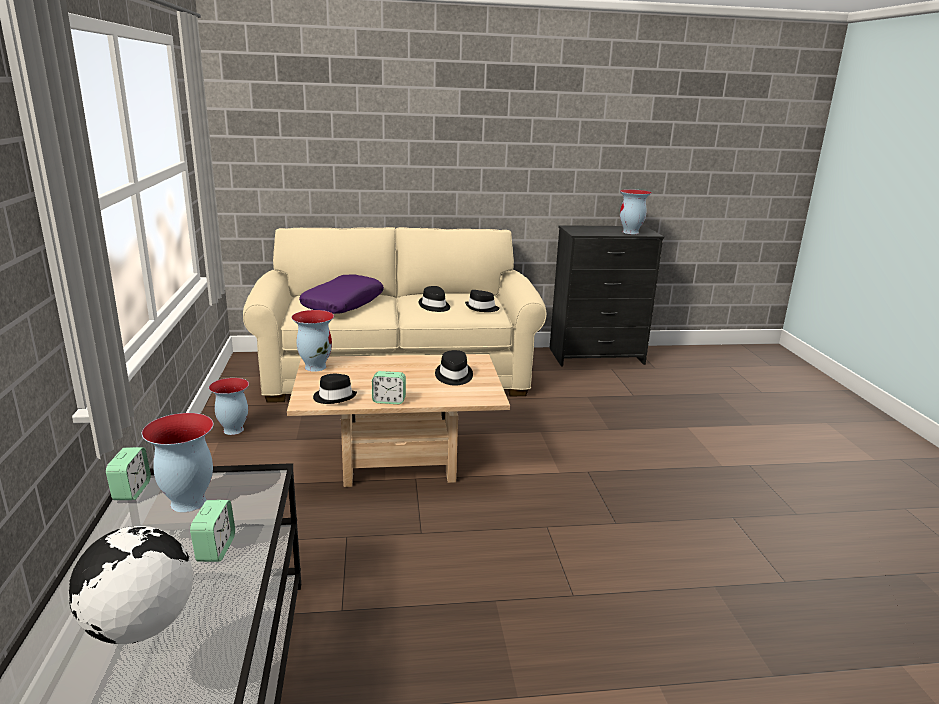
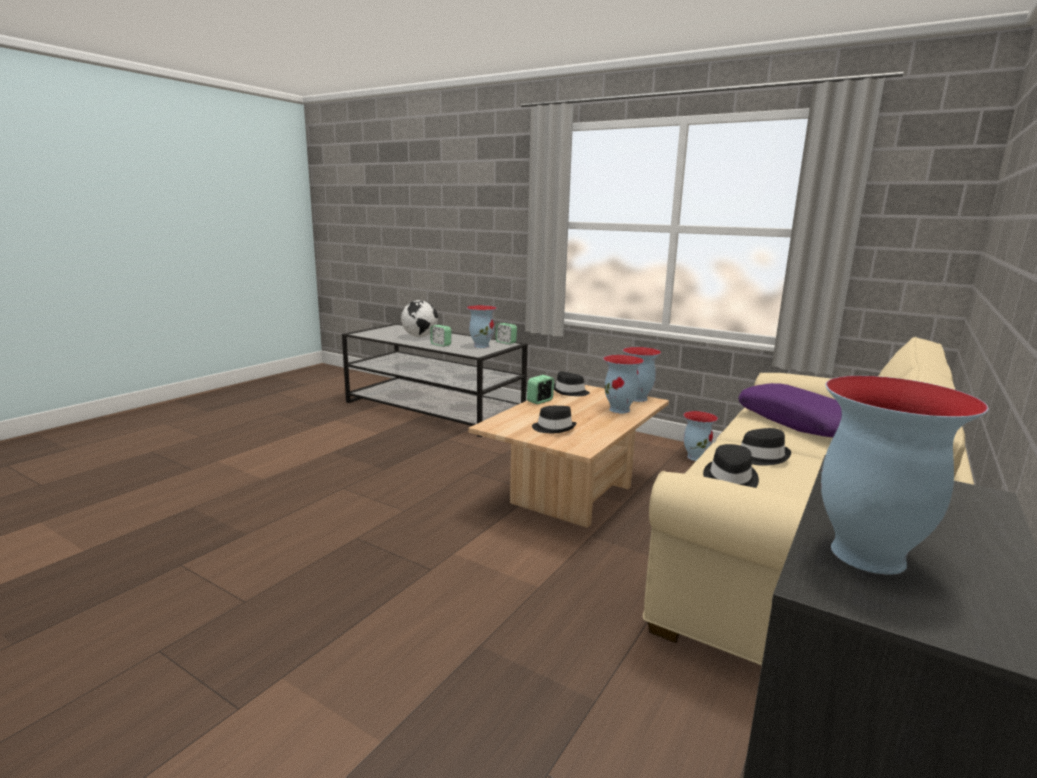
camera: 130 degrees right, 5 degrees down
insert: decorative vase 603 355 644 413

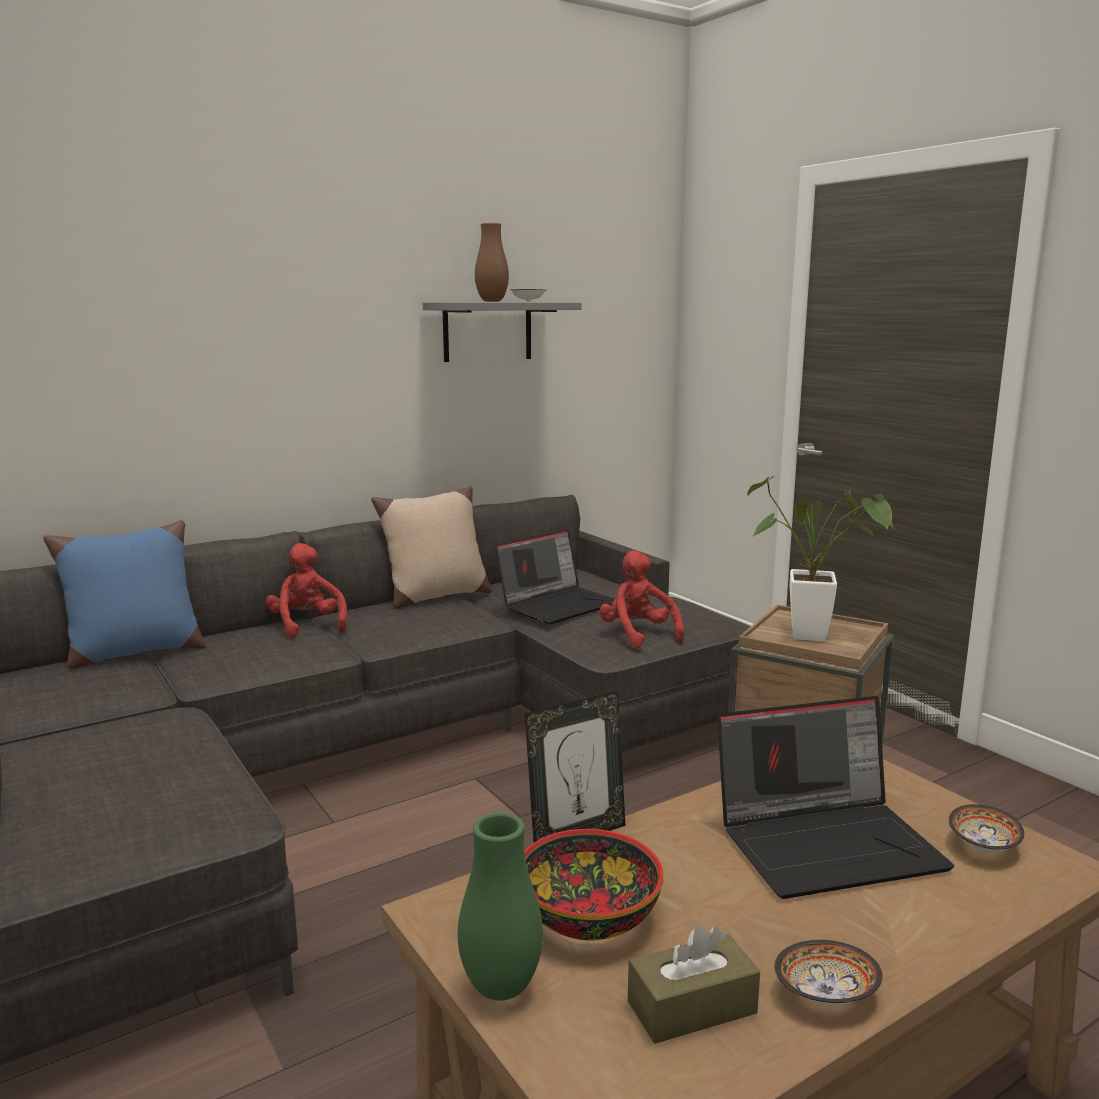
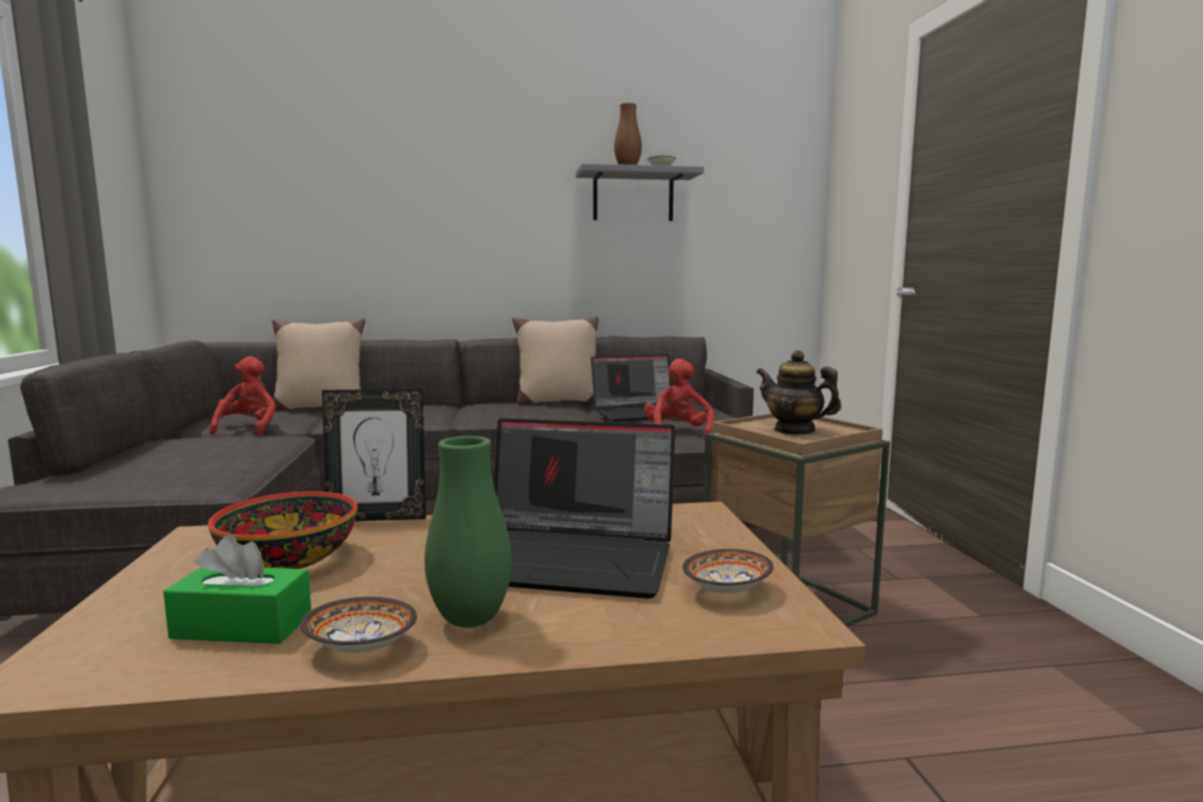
camera: 25 degrees right, 5 degrees down
move: reddish plush toy 266 543 347 638 to 209 356 276 436; green-coloured decorative vase 458 812 543 1001 to 425 436 512 628
replace: plant in a pot 747 476 894 641 to pot for tea 756 350 841 435
recolor: blue pillow 43 520 206 669 to beige-coloured pillow 272 318 365 411; brownish tissue holder 628 925 760 1044 to green-coloured tissue holder 163 534 311 644

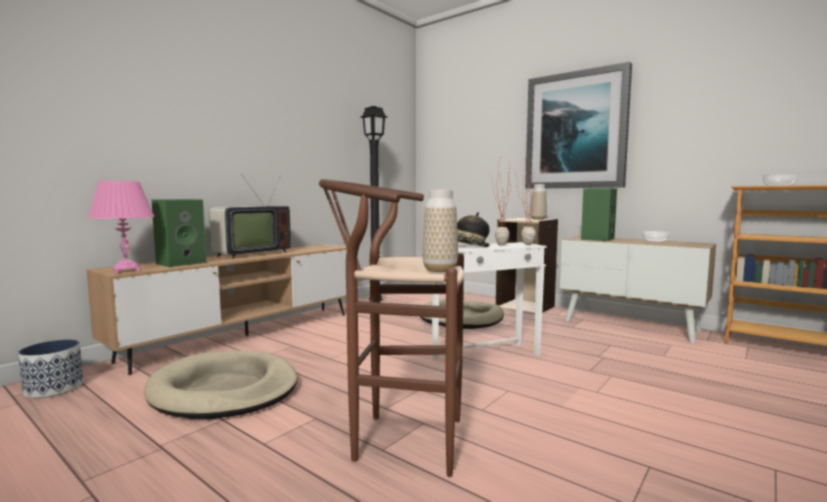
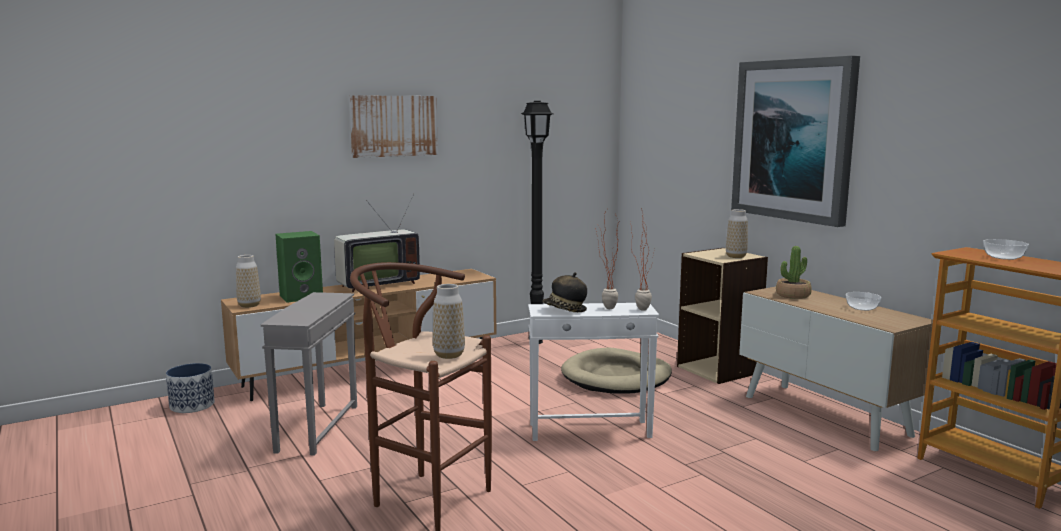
camera: 20 degrees right, 5 degrees up
insert: wall art 349 95 438 158
replace: pink table lamp 88 181 155 273 to decorative vase 236 255 261 308; beige-coloured pet bed 144 351 298 419 to gray side table 261 292 357 456; green-coloured audio speaker 581 188 617 241 to plant in a pot 776 246 812 299

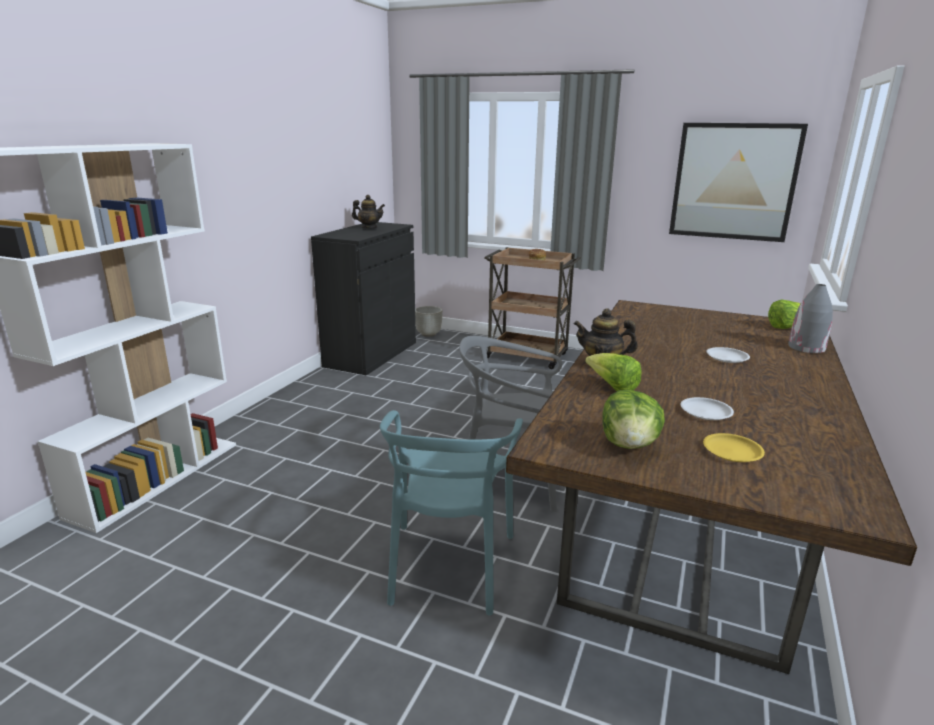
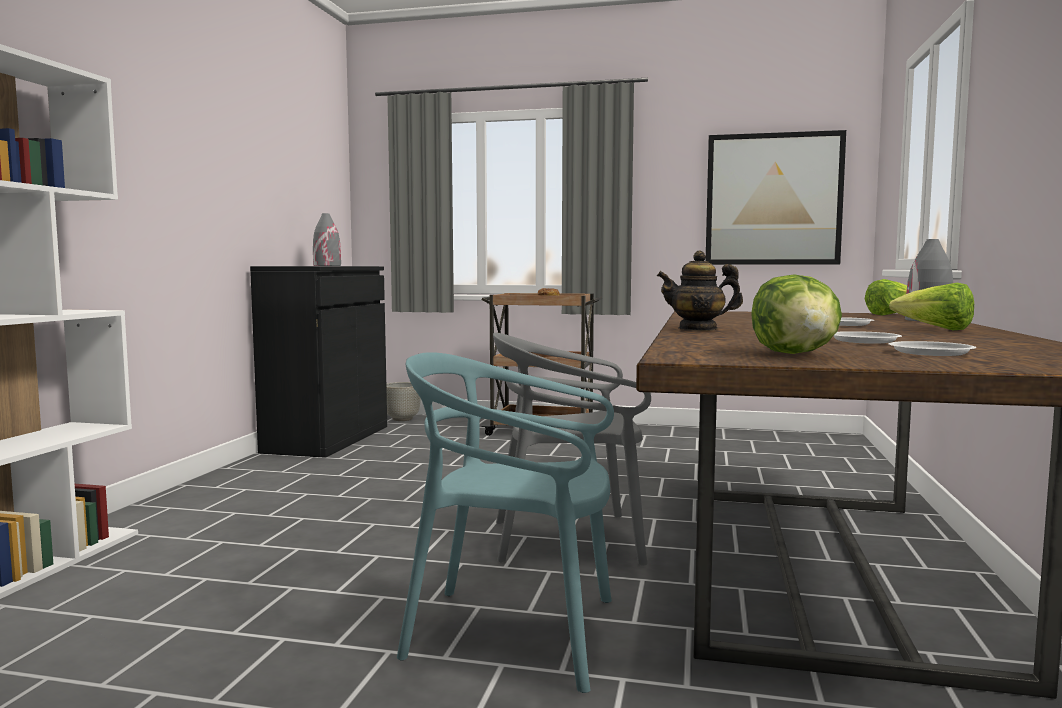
camera: 10 degrees left, 15 degrees down
move: head of lettuce 585 353 641 391 to 889 283 974 330
replace: pot for tea 352 195 385 229 to gray decorative vase 313 213 341 266
recolor: yellow-coloured flat dish 703 433 765 462 to white-coloured flat dish 888 341 977 356
rotate: blue-green upright chair 380 410 523 616 = 397 352 614 693 105 degrees clockwise

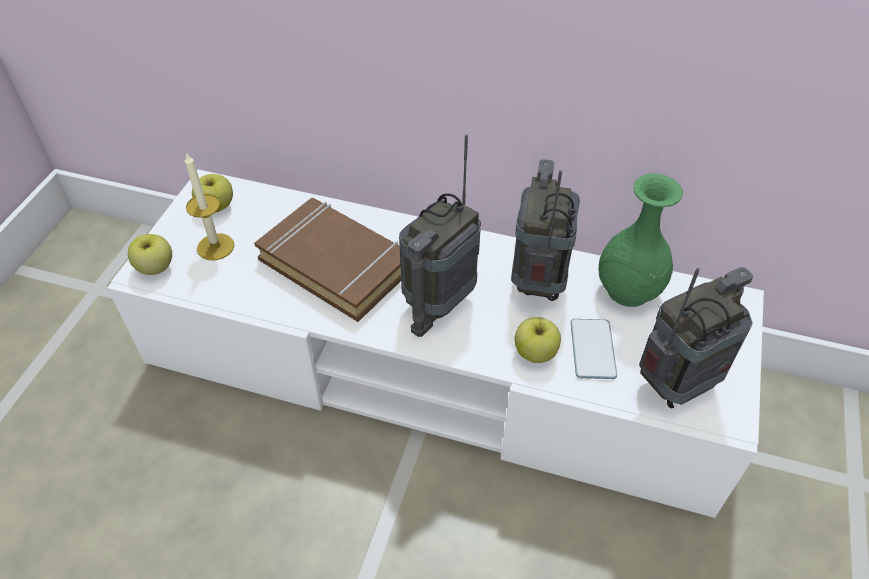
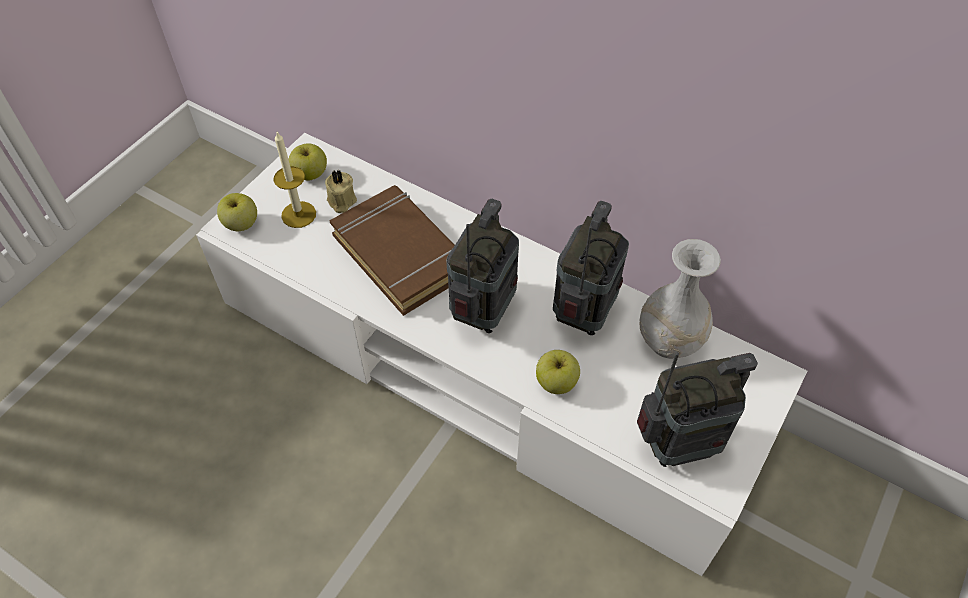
camera: 15 degrees right, 5 degrees up
delete: phone 571 319 617 379
insert: beige-coloured wax candle 325 170 357 213
recolor: green-coloured decorative vase 599 173 683 307 to white-coloured decorative vase 640 239 721 359
rotate: radio set 399 135 481 337 = 446 199 519 333 150 degrees clockwise

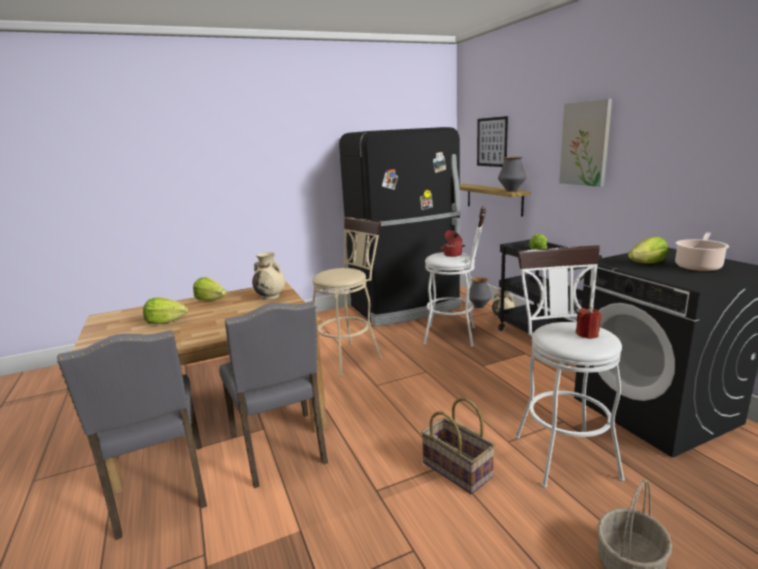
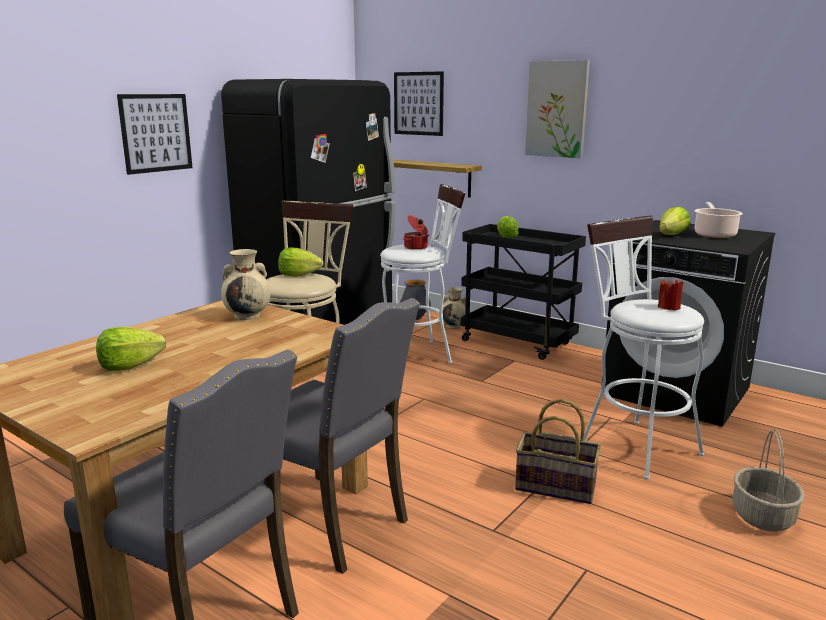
camera: 30 degrees left, 0 degrees up
delete: decorative vase 498 157 527 192
insert: wall art 117 94 193 175
move: head of lettuce 193 277 226 301 to 278 248 323 277

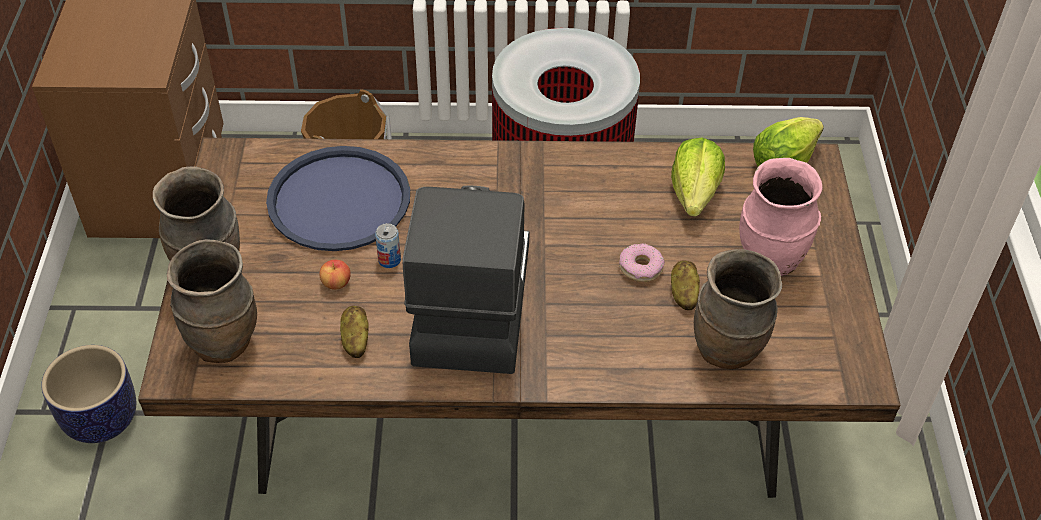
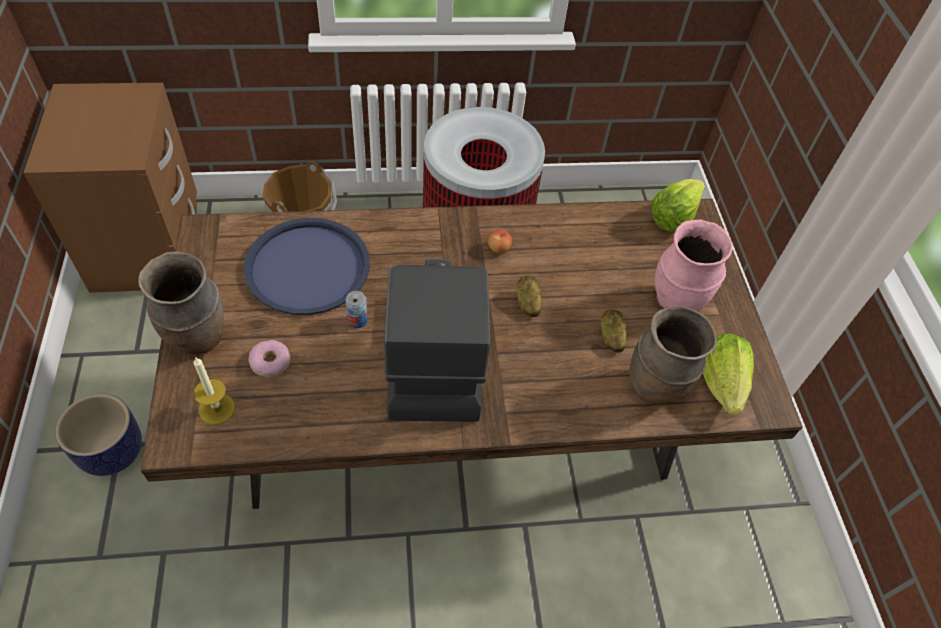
camera: 10 degrees left, 5 degrees up
move: apple fruit 319 260 351 290 to 488 230 512 254; spud 340 306 369 358 to 517 276 541 317; donut 619 244 665 282 to 249 340 290 377; head of lettuce 671 137 725 217 to 703 333 754 415
replace: brownish decorative vase 167 239 257 363 to wax candle 194 357 235 425

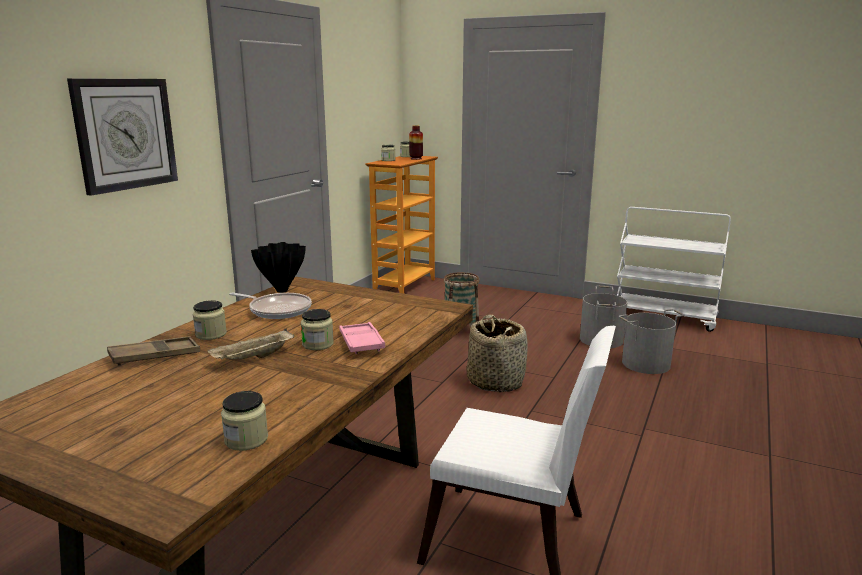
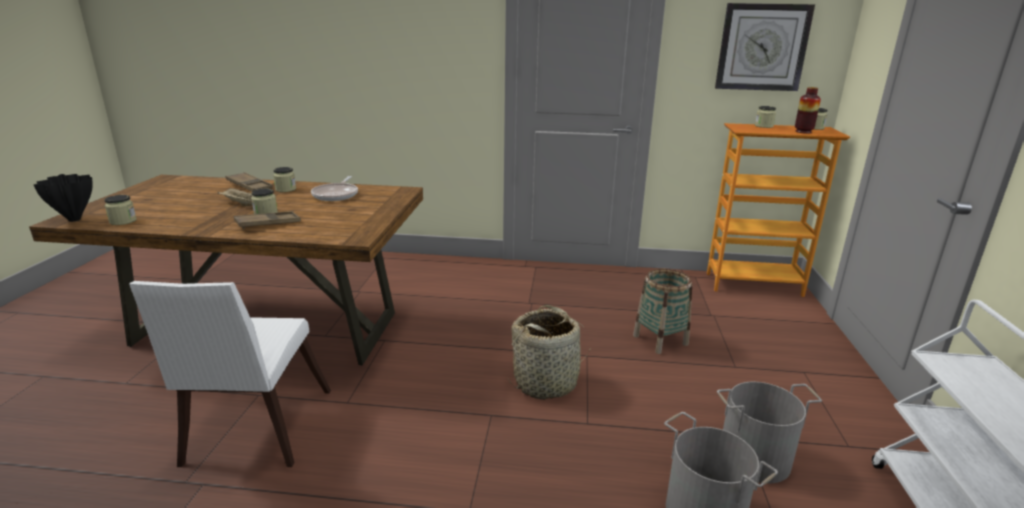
camera: 70 degrees right, 5 degrees up
move: hanging clock 67 78 178 196 to 715 3 815 91; black decorative vase 251 242 306 293 to 34 174 93 222
recolor: pink carrying tray 339 322 385 354 to brownish carrying tray 234 211 301 229

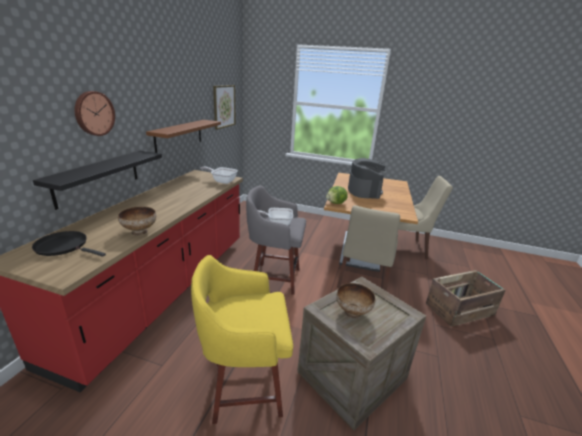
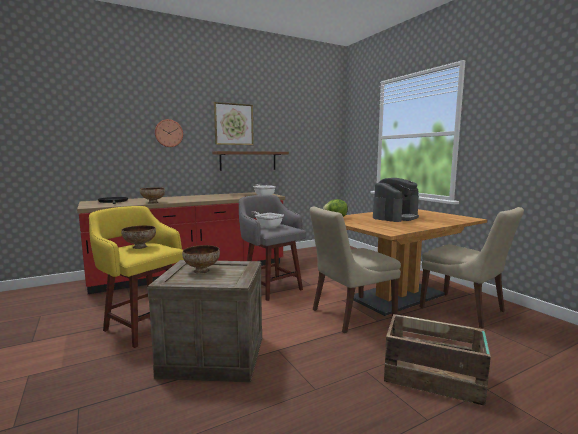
camera: 45 degrees right, 15 degrees down
delete: black shelf 33 151 162 210
insert: deep dish 121 225 156 249
move: wall art 213 85 236 130 to 214 102 254 145

